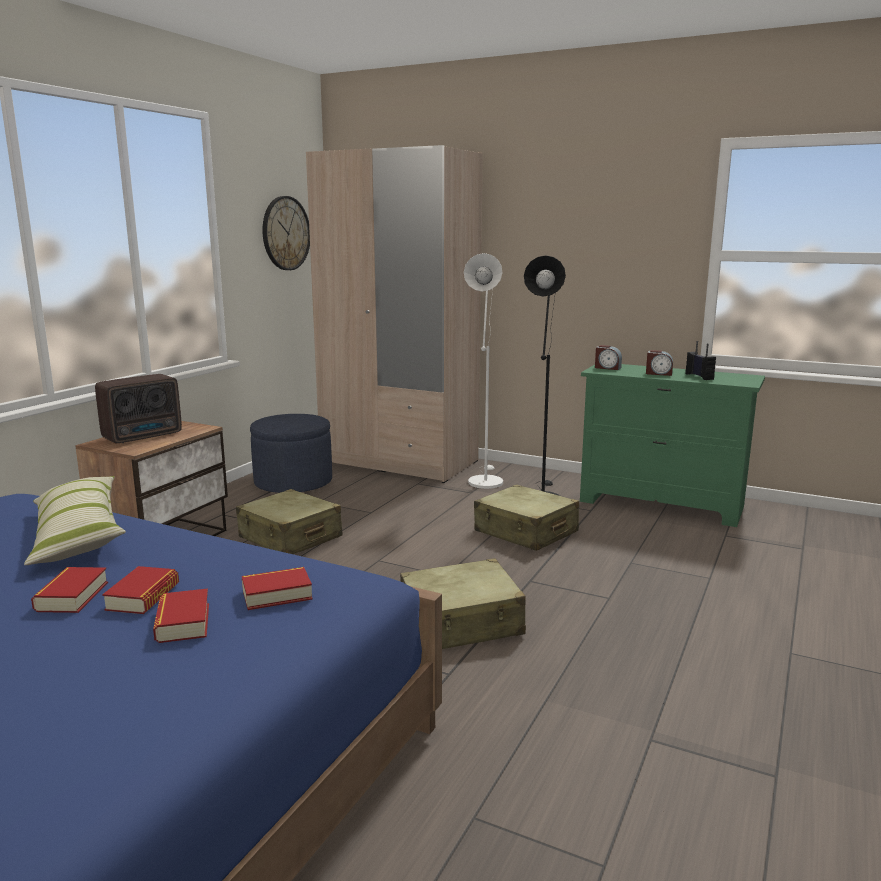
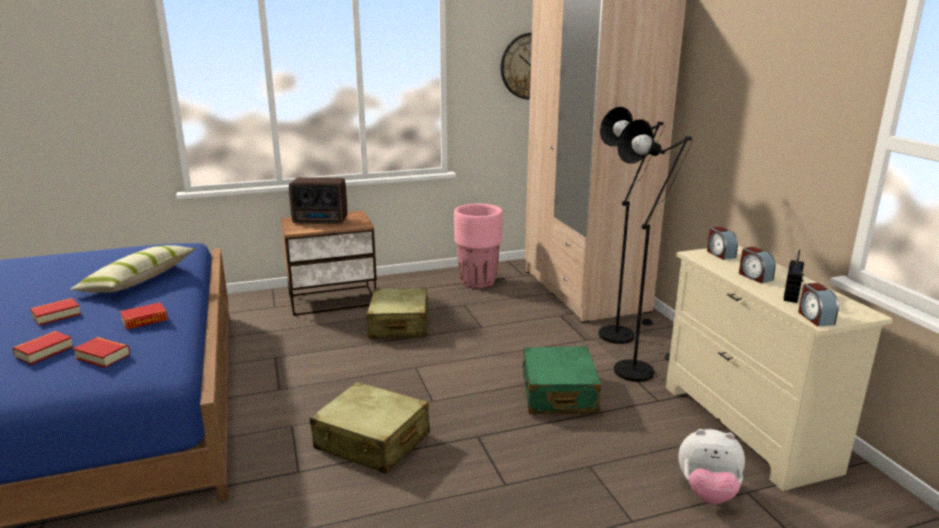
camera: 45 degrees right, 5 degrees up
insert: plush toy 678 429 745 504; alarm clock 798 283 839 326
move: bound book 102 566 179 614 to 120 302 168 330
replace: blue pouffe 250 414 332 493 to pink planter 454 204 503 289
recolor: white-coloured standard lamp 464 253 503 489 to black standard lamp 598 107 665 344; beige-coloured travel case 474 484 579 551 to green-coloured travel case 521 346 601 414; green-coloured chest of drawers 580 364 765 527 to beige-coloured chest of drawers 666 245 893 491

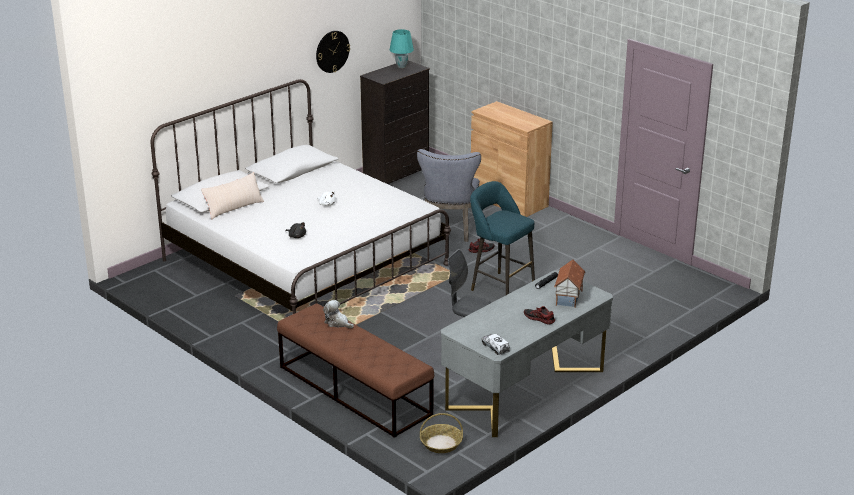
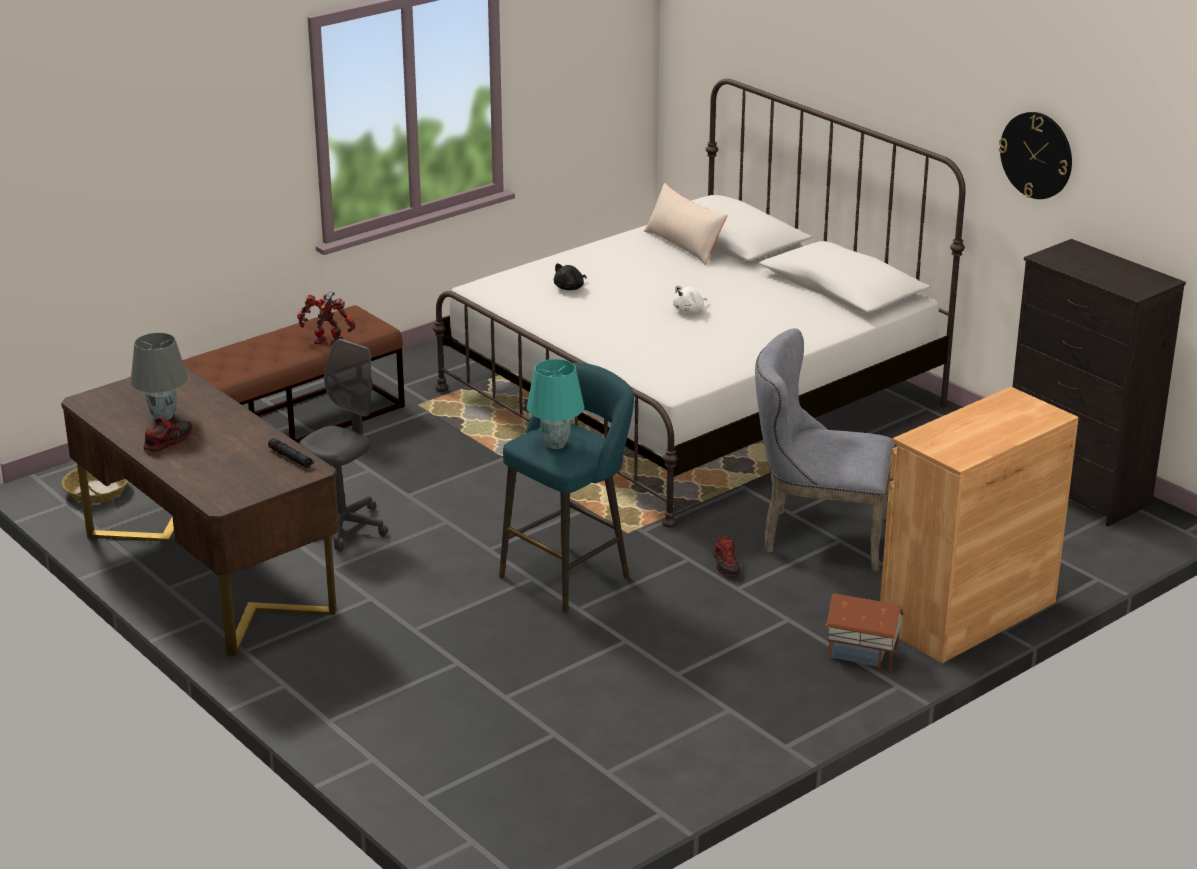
camera: 95 degrees right, 0 degrees up
delete: model truck 482 334 510 355
insert: gray table lamp 131 333 188 420
move: blue-green table lamp 390 29 414 68 to 527 359 584 449; toy house 554 259 586 308 to 825 594 905 672
replace: plush toy 323 300 354 328 to toy robot 297 292 355 345
recolor: gray desk table 441 270 613 437 to brownish desk table 61 366 339 656

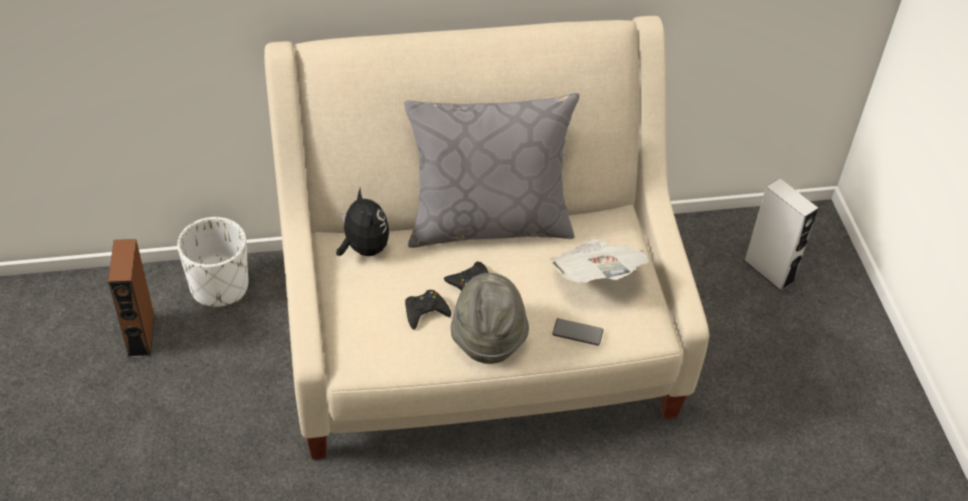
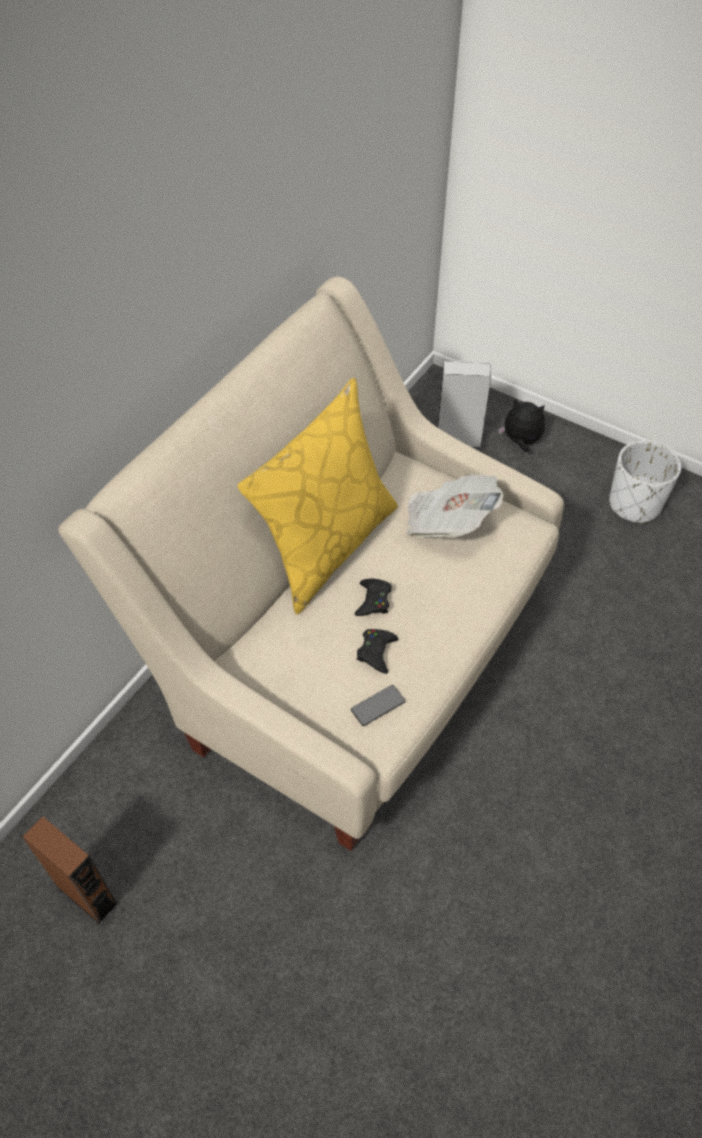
camera: 45 degrees left, 5 degrees up
delete: gray clothing hat 451 273 529 364
move: white-coloured planter 177 217 248 307 to 609 440 681 524; plush toy 336 188 390 256 to 498 398 545 452; phone 552 318 603 346 to 351 685 405 726
recolor: gray pillow 404 93 579 248 to yellow-coloured pillow 238 378 398 614

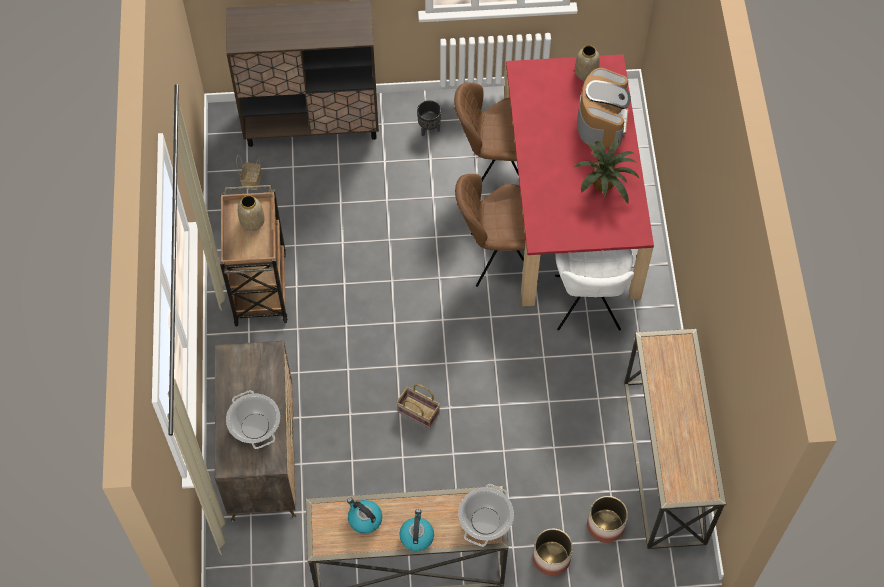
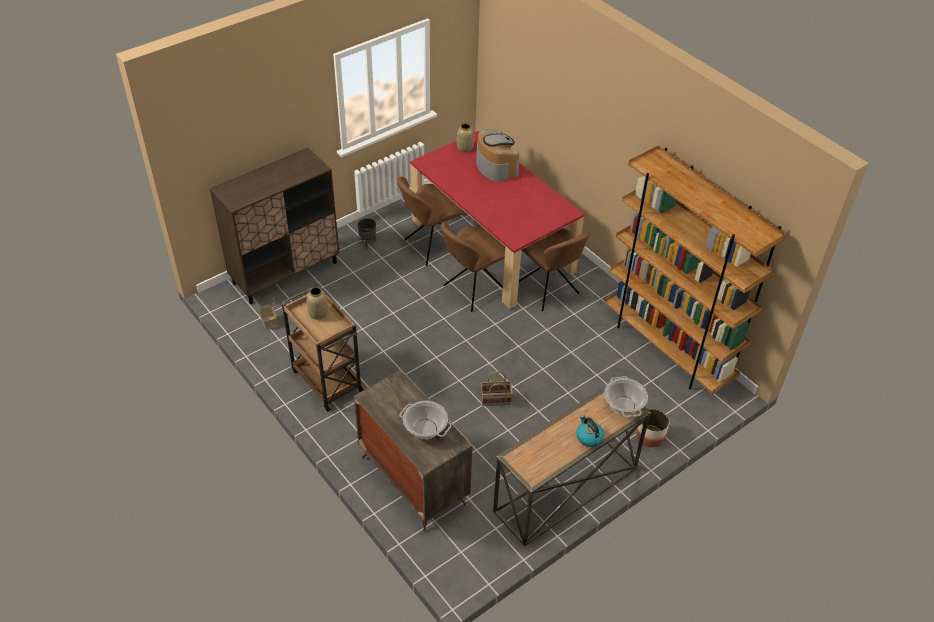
camera: 35 degrees left, 15 degrees down
delete: water kettle 347 498 382 534; plant in a pot 573 140 640 204; planter 587 496 628 543
replace: hall table 624 329 726 549 to brownish shelving unit 604 145 787 394
recolor: white-coloured upright chair 555 249 634 331 to brownish upright chair 519 228 590 311

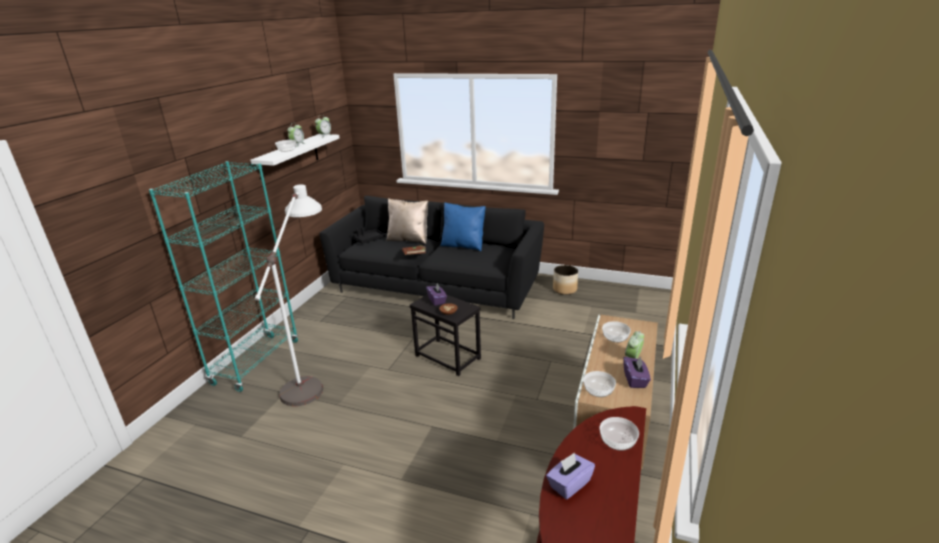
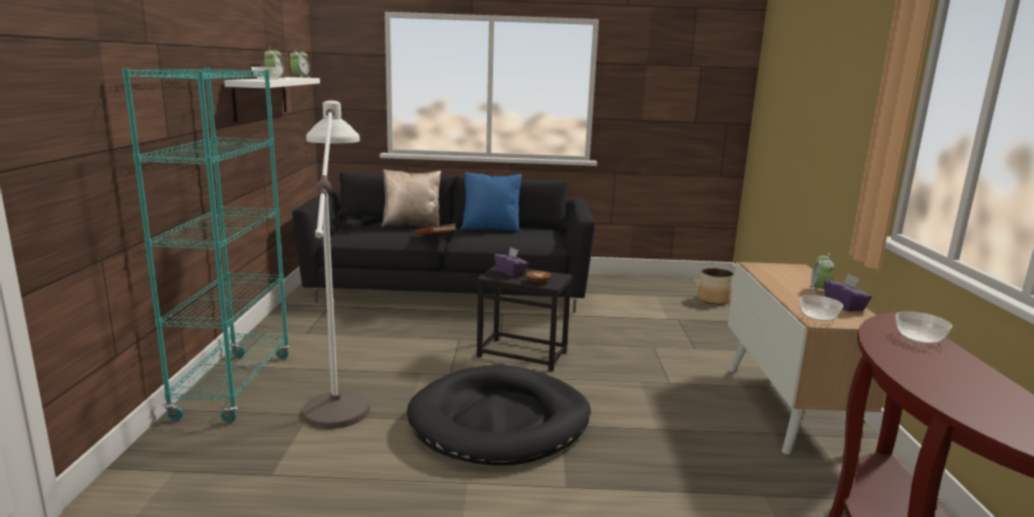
camera: 20 degrees left, 10 degrees down
delete: purple tissue holder 546 452 595 499; deep dish 602 321 631 342
insert: black pet bed 407 365 591 465
move: planter 553 265 578 295 to 698 268 734 305

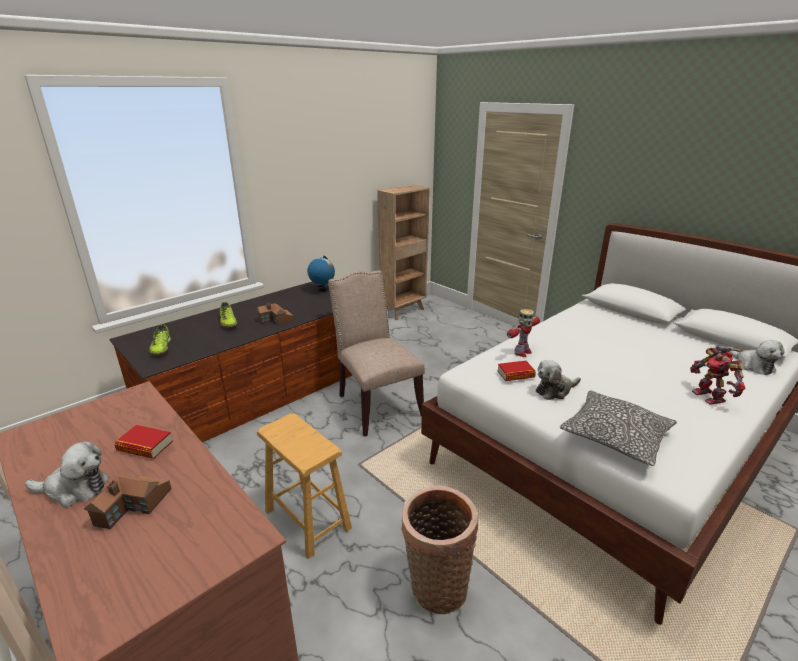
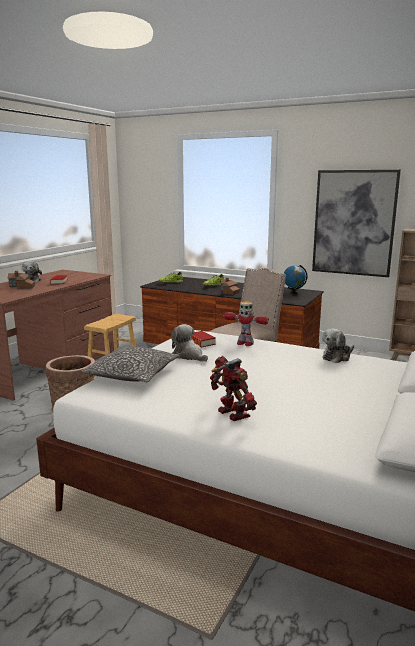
camera: 70 degrees right, 10 degrees down
insert: wall art 312 170 401 277
move: plush toy 729 340 784 375 to 322 328 354 363
rotate: toy robot 690 346 746 405 = 210 356 257 421 90 degrees clockwise

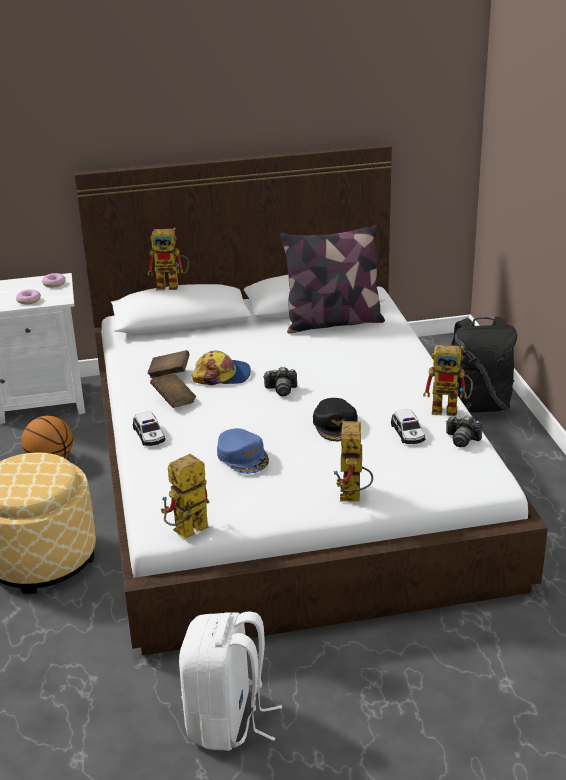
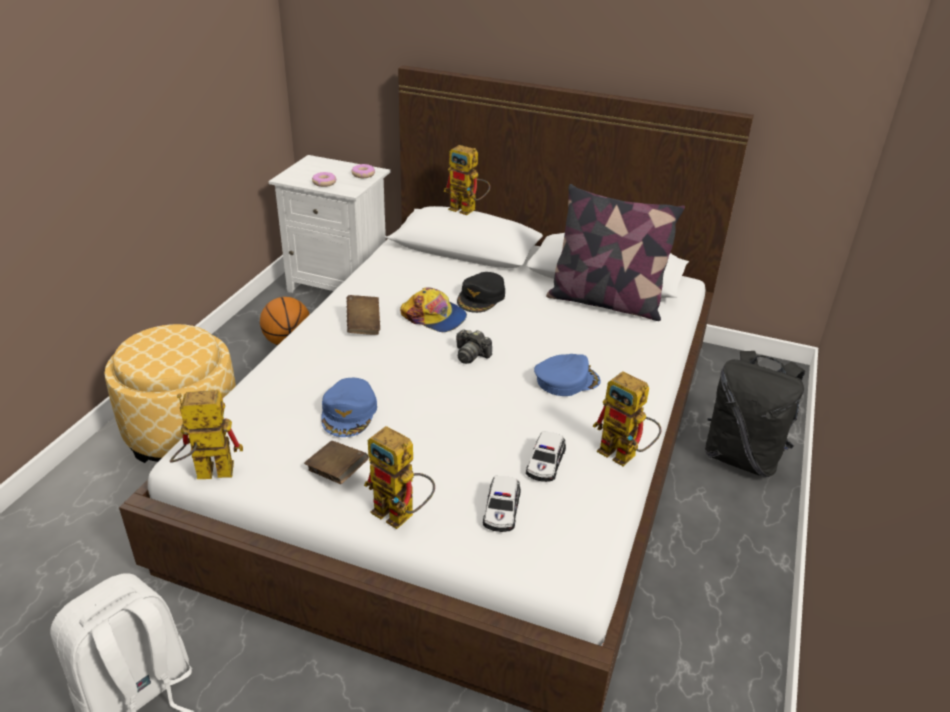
camera: 30 degrees right, 5 degrees up
delete: photo camera 446 415 482 447
insert: blue peaked cap 534 354 601 396
move: toy car 133 411 165 446 to 483 476 521 532; brownish bound book 147 350 190 378 to 304 441 369 484; black peaked cap 313 398 357 441 to 457 272 505 313
rotate: toy robot 333 421 373 502 = 364 426 435 529 90 degrees counterclockwise

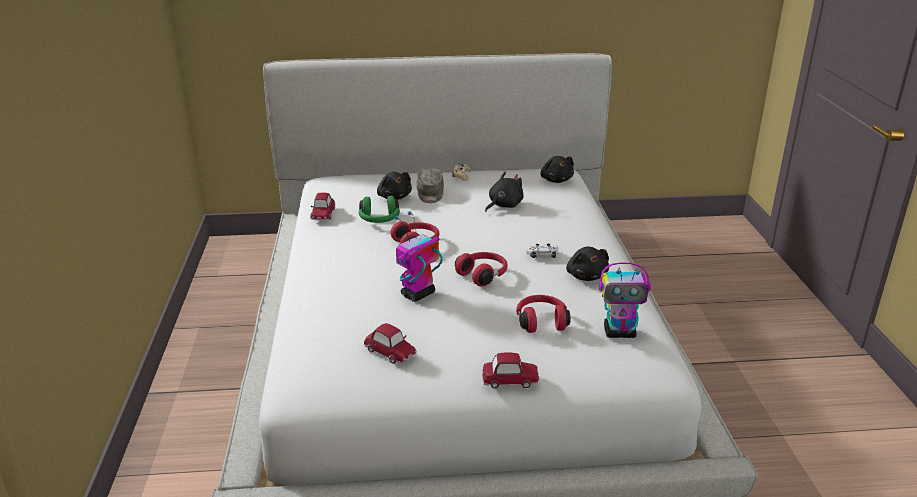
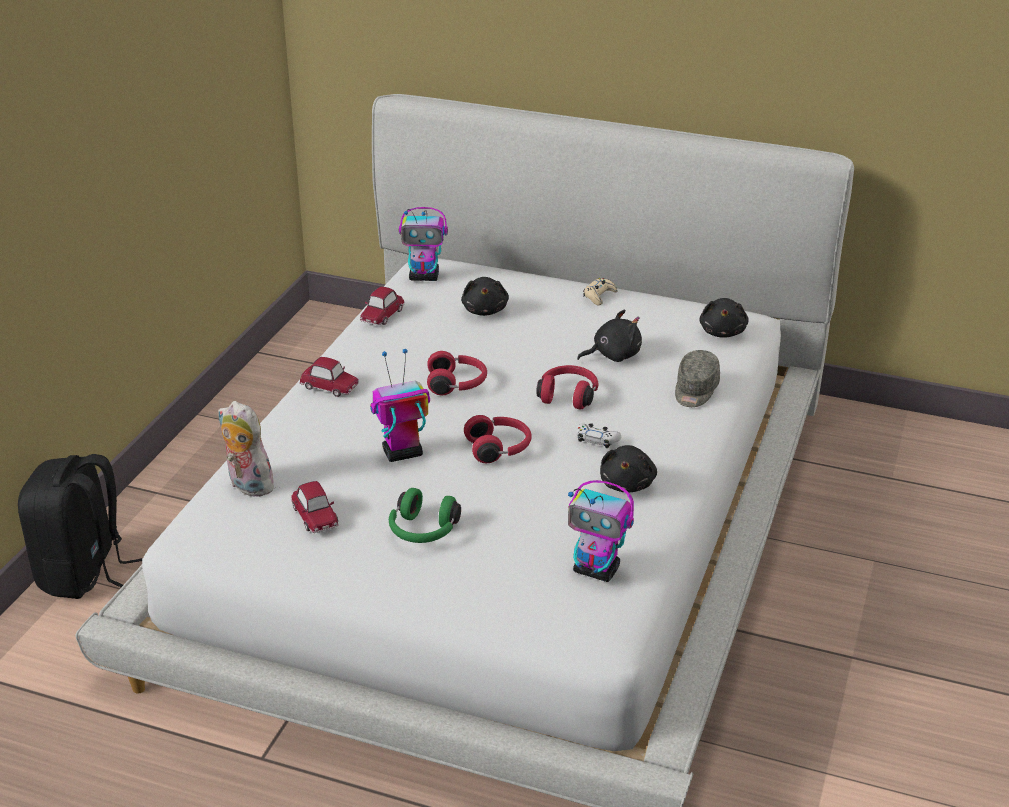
camera: 25 degrees right, 5 degrees up
insert: black backpack 18 454 143 599; plush toy 218 401 275 497; toy robot 399 207 448 281
move: green-coloured headset 358 196 400 223 to 389 488 461 543; gray peaked cap 417 168 444 203 to 675 350 720 407; toy car 482 352 539 389 to 300 357 359 397; reddish headset 516 295 570 333 to 536 365 598 410

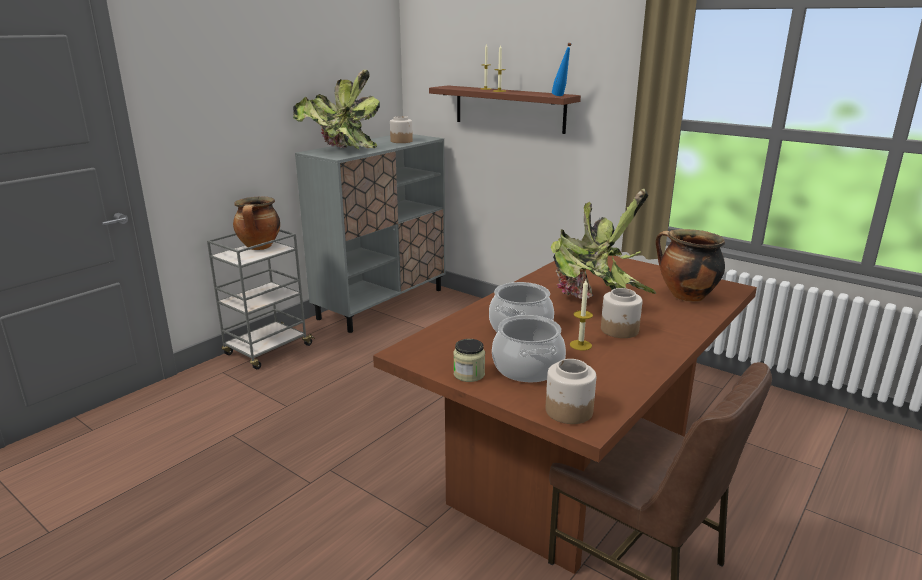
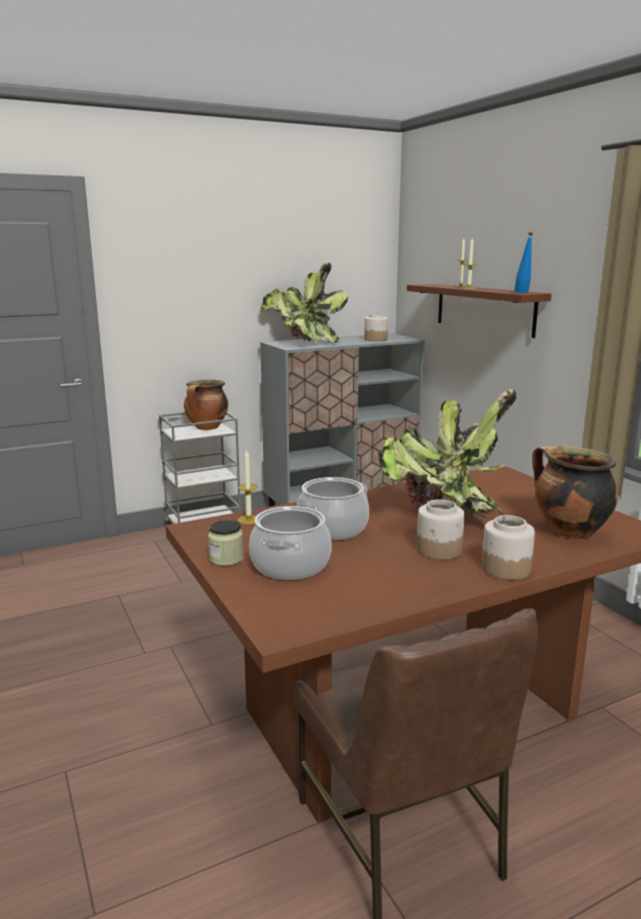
camera: 25 degrees right, 5 degrees down
move: jar 546 359 596 424 to 482 515 535 580; wax candle 570 280 593 350 to 237 449 258 525

